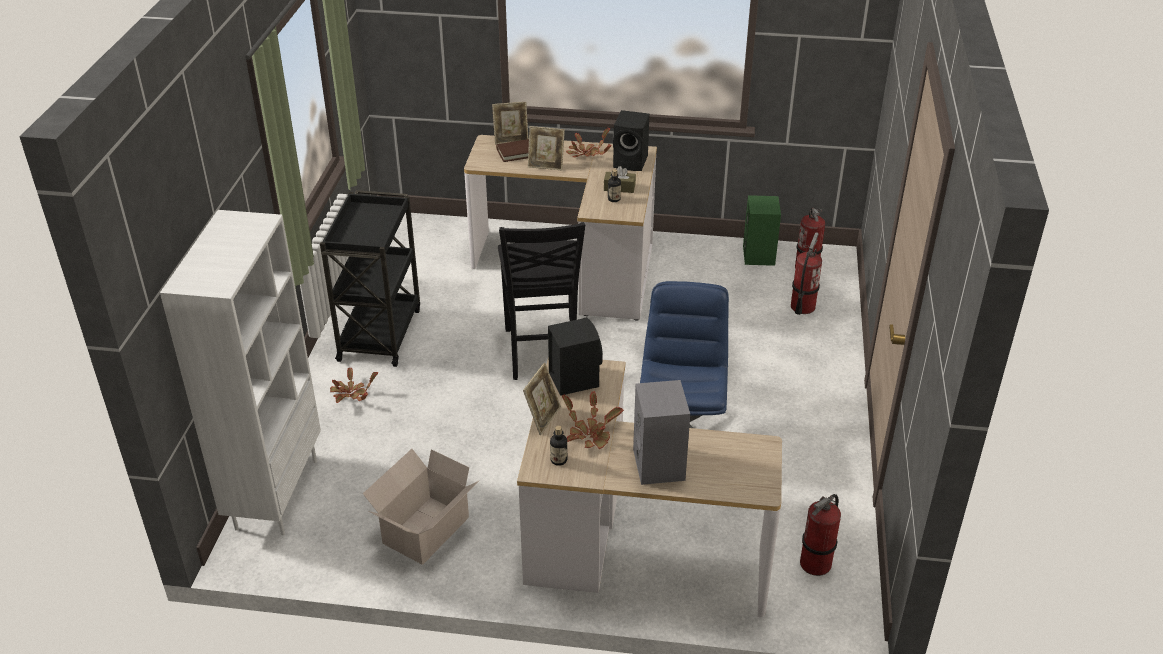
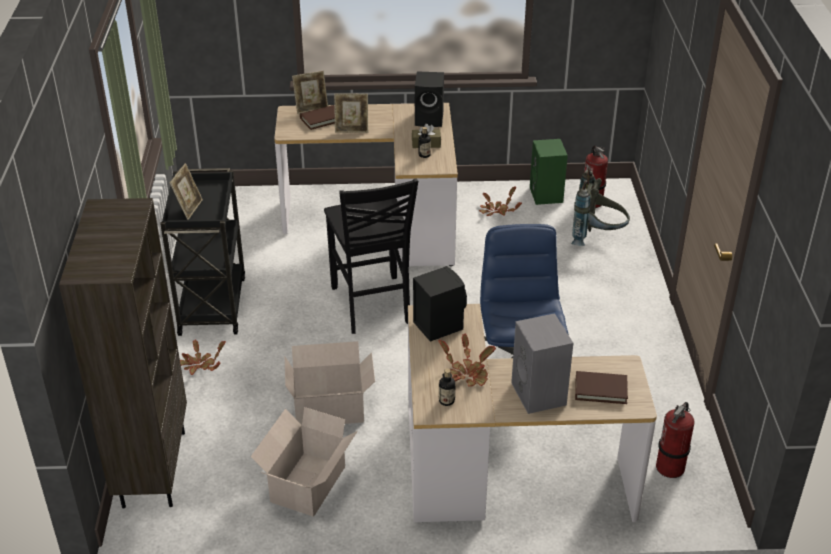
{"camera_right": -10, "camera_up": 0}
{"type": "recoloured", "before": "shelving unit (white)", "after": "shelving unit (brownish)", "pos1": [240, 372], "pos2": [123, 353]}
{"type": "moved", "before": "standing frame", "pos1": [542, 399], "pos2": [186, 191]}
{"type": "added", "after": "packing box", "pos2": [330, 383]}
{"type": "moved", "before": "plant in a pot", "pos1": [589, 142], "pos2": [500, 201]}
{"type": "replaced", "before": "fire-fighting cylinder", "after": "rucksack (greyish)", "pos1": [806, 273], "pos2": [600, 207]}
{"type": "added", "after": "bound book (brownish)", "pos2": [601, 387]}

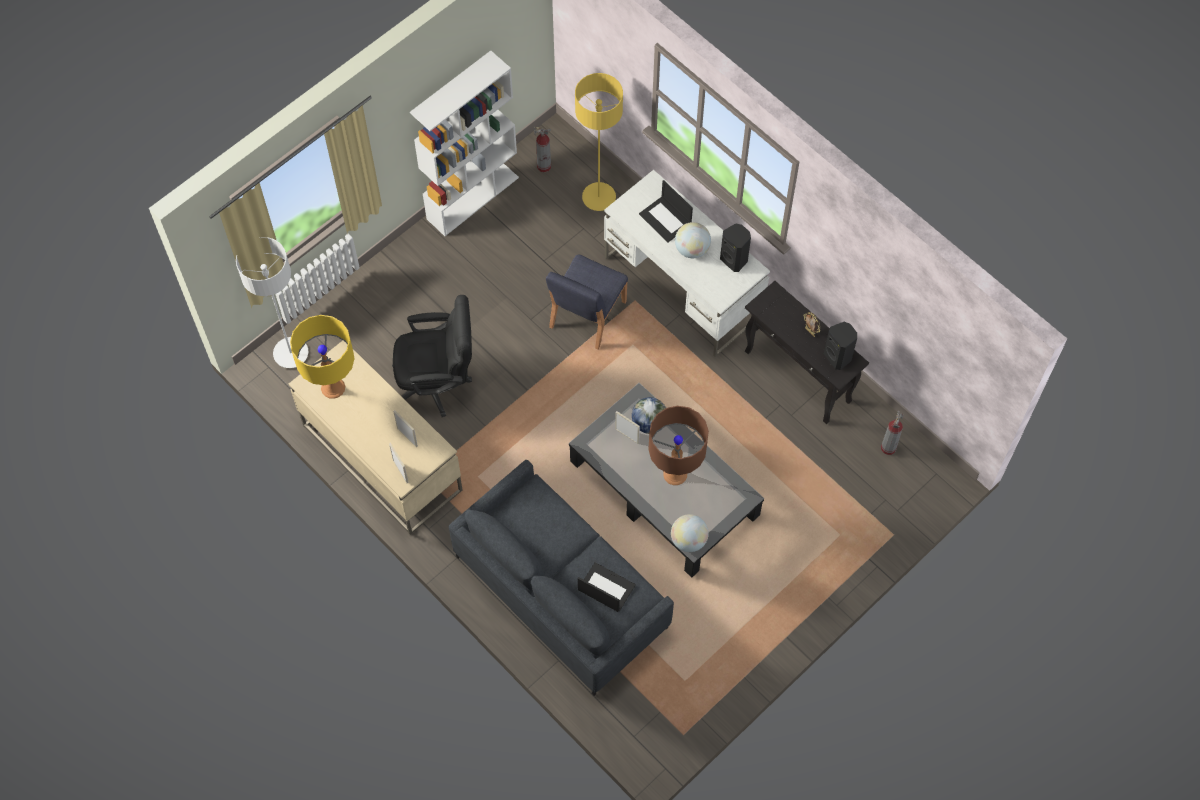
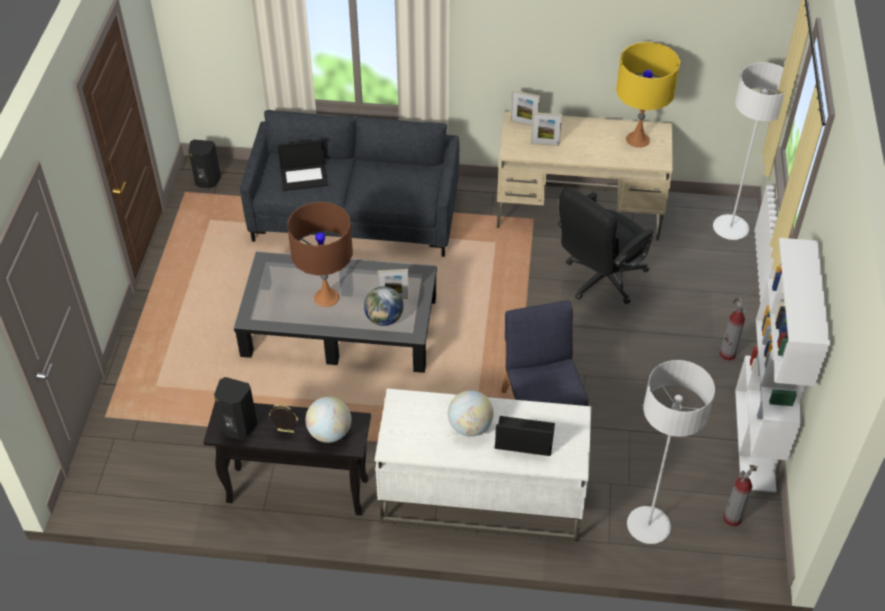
{"camera_right": 140, "camera_up": -15}
{"type": "moved", "before": "loudspeaker (black-coloured)", "pos1": [735, 247], "pos2": [205, 164]}
{"type": "moved", "before": "globe", "pos1": [690, 533], "pos2": [328, 420]}
{"type": "recoloured", "before": "standard lamp (yellow-coloured)", "after": "standard lamp (greyish)", "pos1": [599, 142], "pos2": [671, 452]}
{"type": "moved", "before": "fire-fighting cylinder", "pos1": [892, 433], "pos2": [733, 328]}

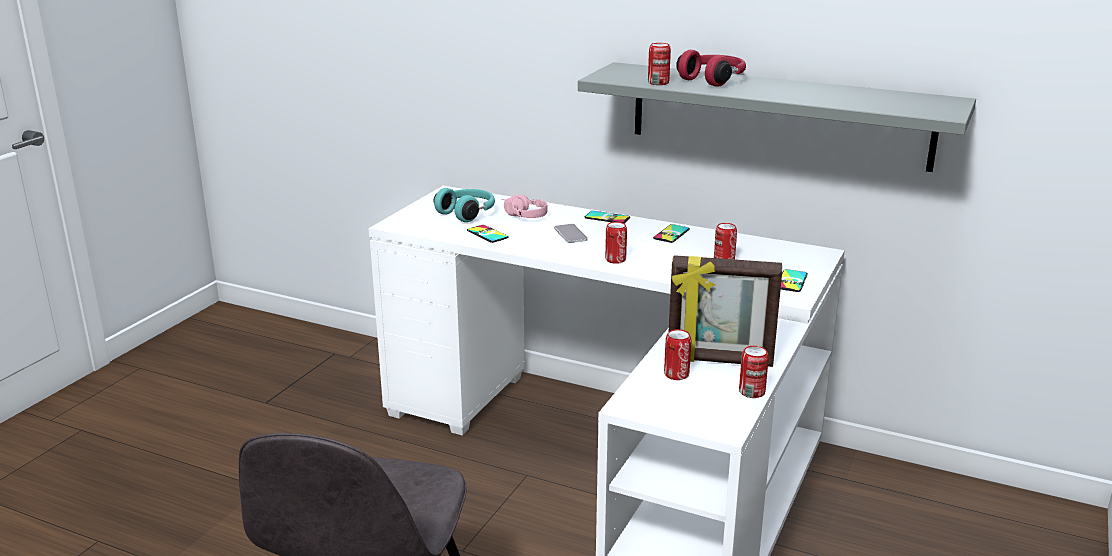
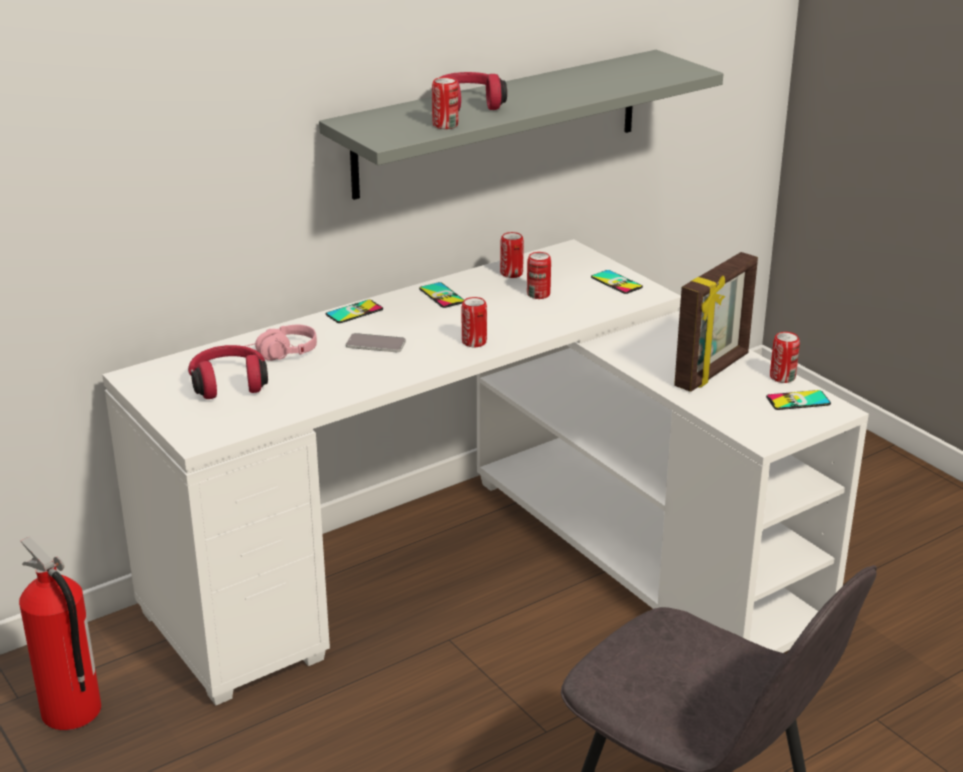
{"camera_right": -60, "camera_up": 5}
{"type": "added", "after": "fire-fighting cylinder", "pos2": [60, 633]}
{"type": "recoloured", "before": "headset (turquoise-coloured)", "after": "headset (red-coloured)", "pos1": [464, 205], "pos2": [228, 372]}
{"type": "moved", "before": "metal can", "pos1": [678, 354], "pos2": [512, 255]}
{"type": "moved", "before": "telephone", "pos1": [488, 234], "pos2": [798, 400]}

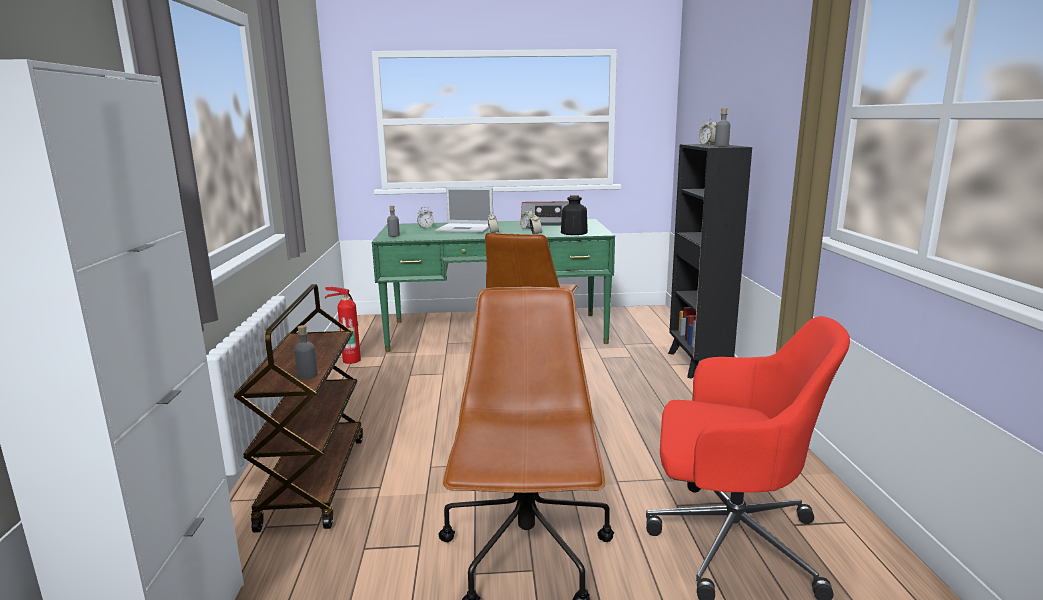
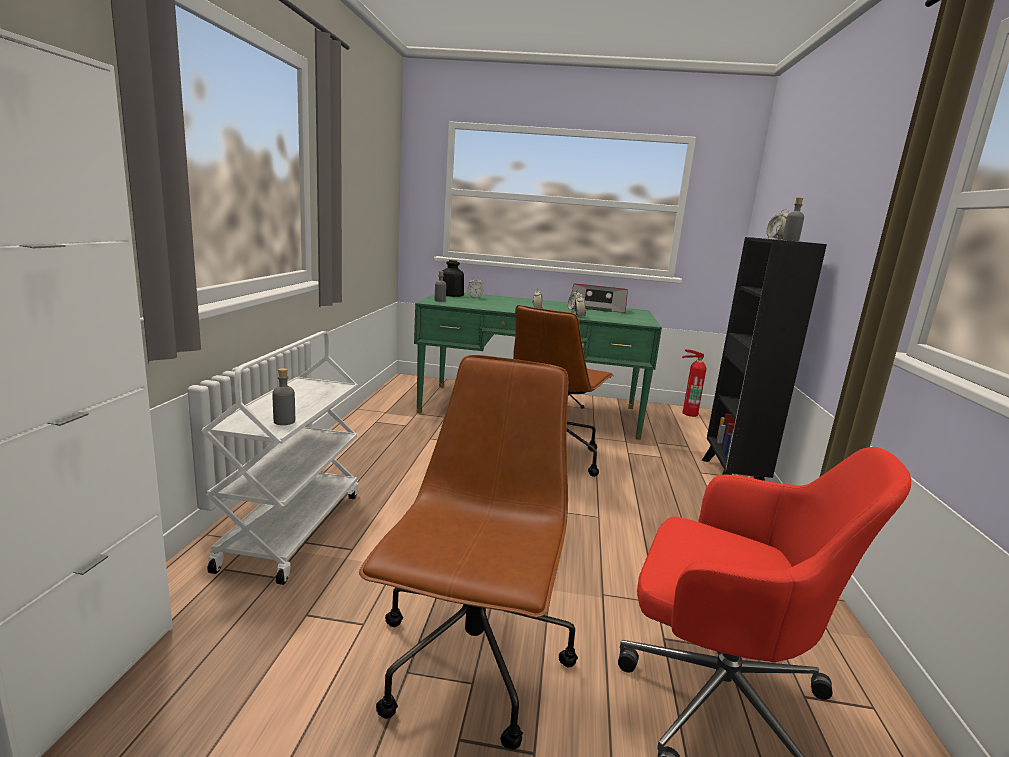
{"camera_right": 10, "camera_up": 0}
{"type": "recoloured", "before": "wheeled cart (brownish)", "after": "wheeled cart (white)", "pos1": [298, 408], "pos2": [280, 458]}
{"type": "moved", "before": "beverage bottle", "pos1": [574, 215], "pos2": [453, 278]}
{"type": "moved", "before": "fire-fighting cylinder", "pos1": [343, 325], "pos2": [694, 383]}
{"type": "removed", "before": "portable computer", "pos1": [464, 210]}

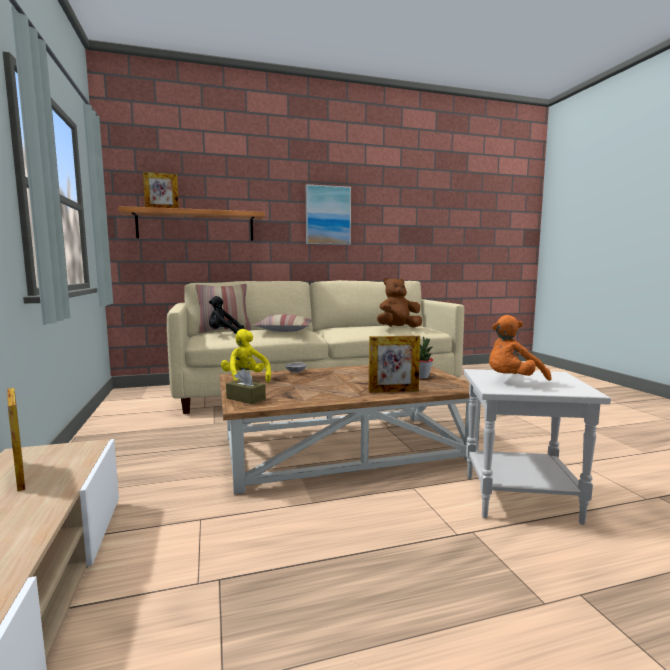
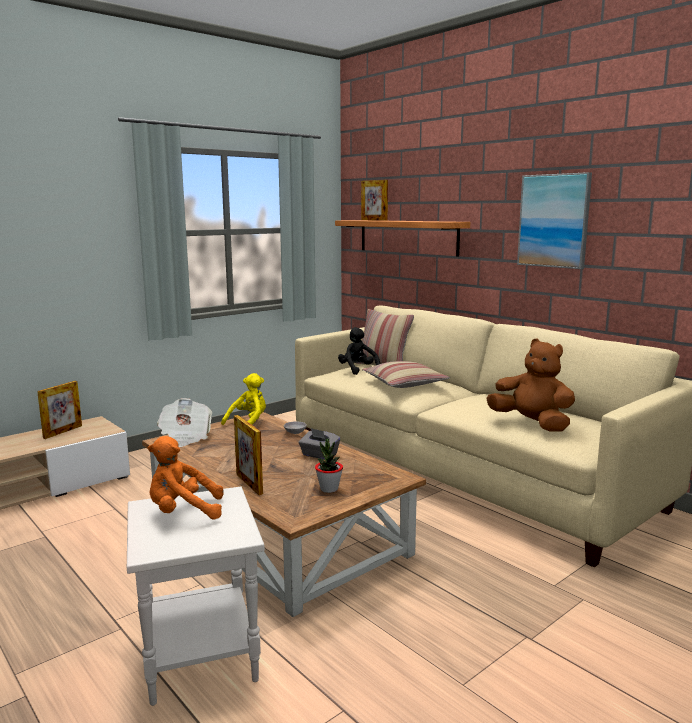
{"camera_right": 65, "camera_up": 5}
{"type": "turned", "before": "plush toy (orange-coloured)", "pos1": [520, 348], "pos2": [185, 478], "turn": -45}
{"type": "replaced", "before": "tissue box (brownish)", "after": "daily paper", "pos1": [246, 386], "pos2": [184, 422]}
{"type": "added", "after": "tissue box (greyish)", "pos2": [319, 444]}

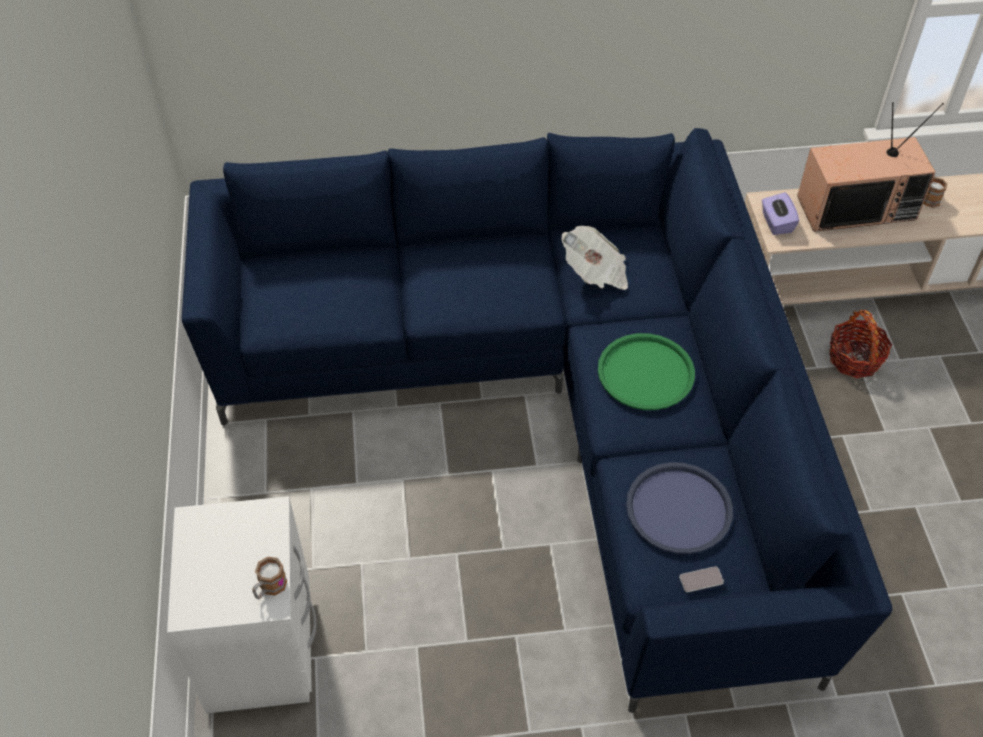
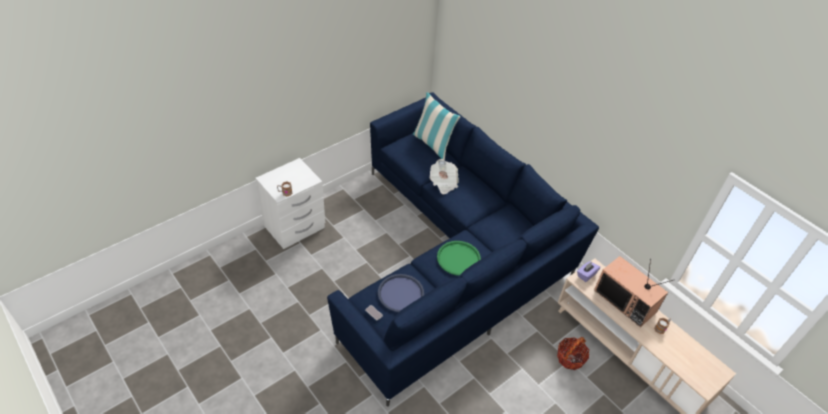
{"camera_right": 55, "camera_up": -5}
{"type": "added", "after": "throw pillow", "pos2": [436, 126]}
{"type": "moved", "before": "daily paper", "pos1": [594, 258], "pos2": [444, 177]}

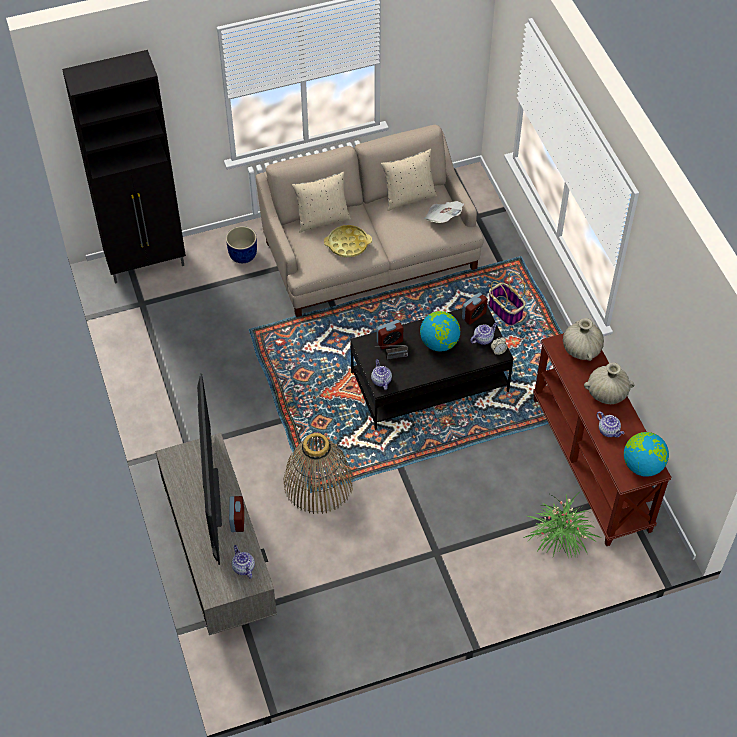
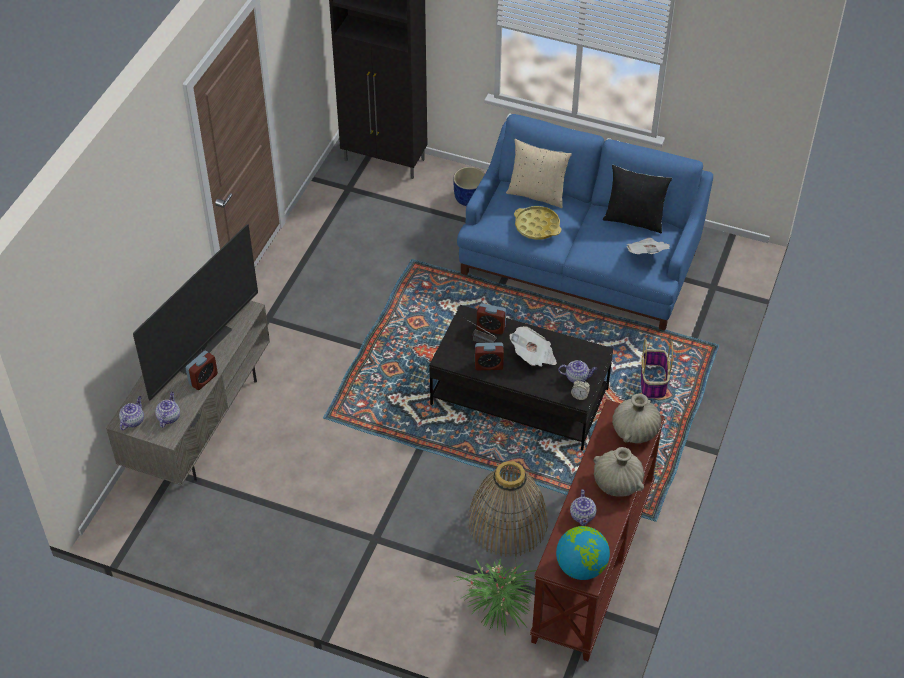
{"camera_right": 40, "camera_up": -5}
{"type": "moved", "before": "tea pot", "pos1": [381, 374], "pos2": [131, 413]}
{"type": "recoloured", "before": "sofa (beige-coloured)", "after": "sofa (blue)", "pos1": [370, 221], "pos2": [585, 222]}
{"type": "moved", "before": "basket", "pos1": [318, 473], "pos2": [508, 509]}
{"type": "moved", "before": "alarm clock", "pos1": [475, 308], "pos2": [489, 356]}
{"type": "replaced", "before": "globe", "after": "daily paper", "pos1": [440, 331], "pos2": [533, 346]}
{"type": "recoloured", "before": "throw pillow (beige-coloured)", "after": "throw pillow (black-coloured)", "pos1": [409, 180], "pos2": [637, 199]}

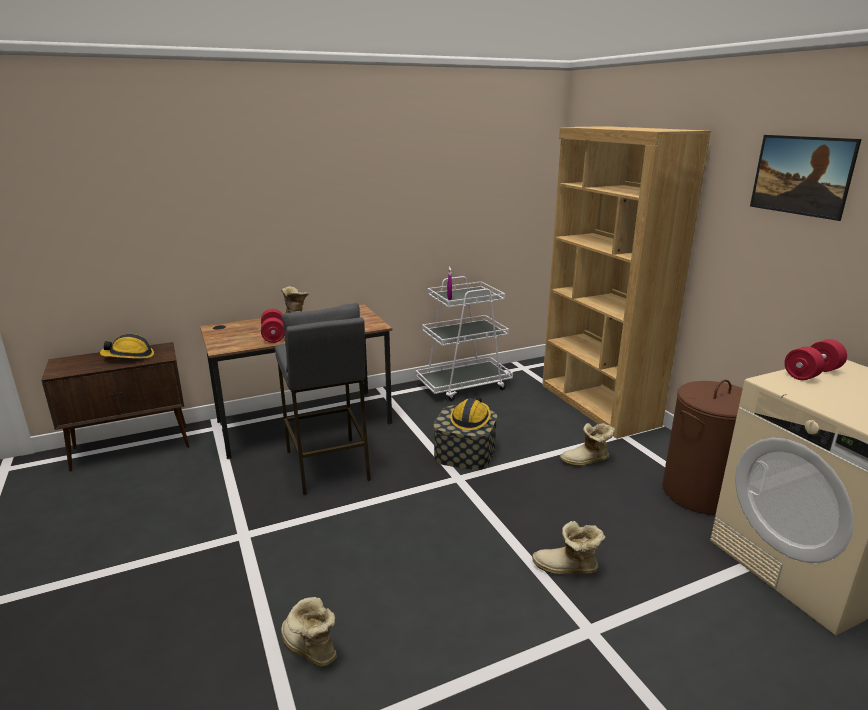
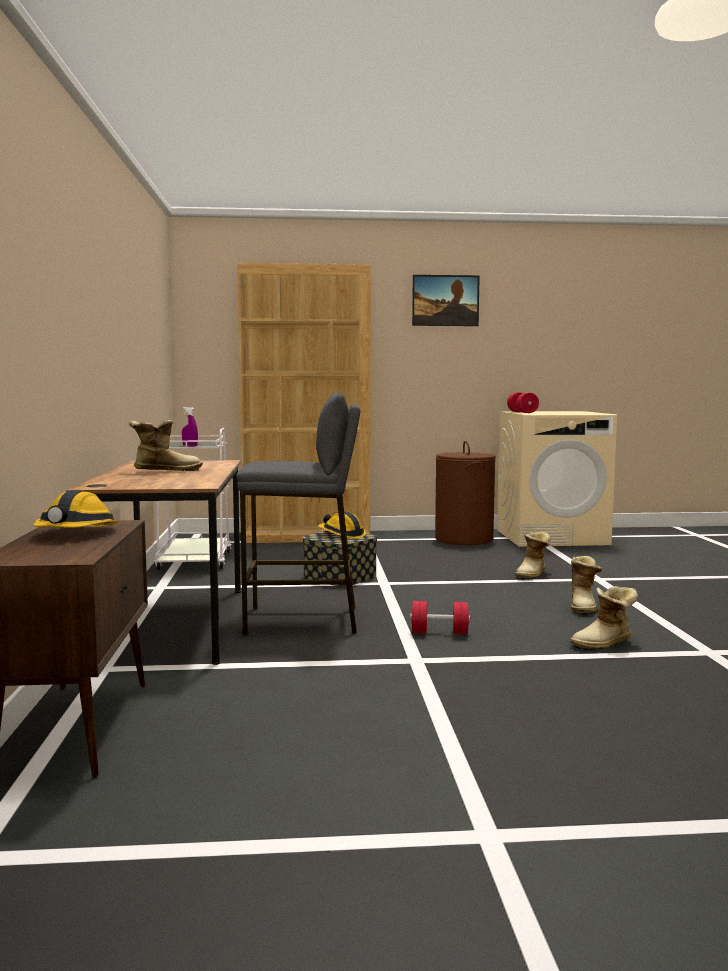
{"camera_right": -70, "camera_up": -15}
{"type": "moved", "before": "free weight (red-coloured)", "pos1": [273, 326], "pos2": [440, 618]}
{"type": "moved", "before": "high-top boot", "pos1": [587, 444], "pos2": [587, 585]}

